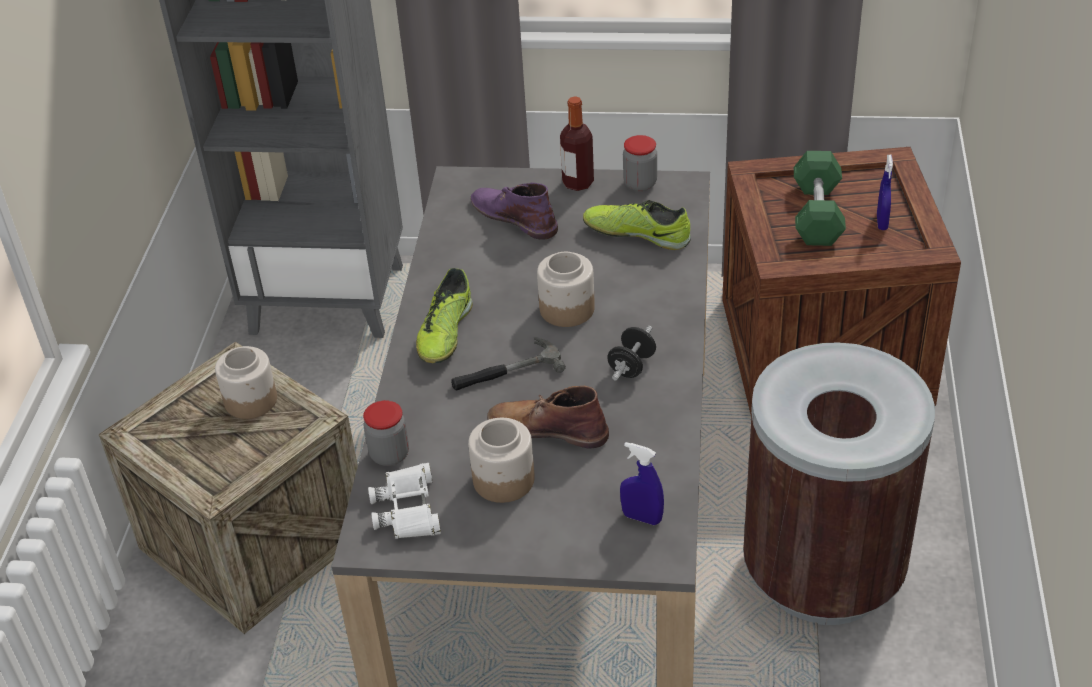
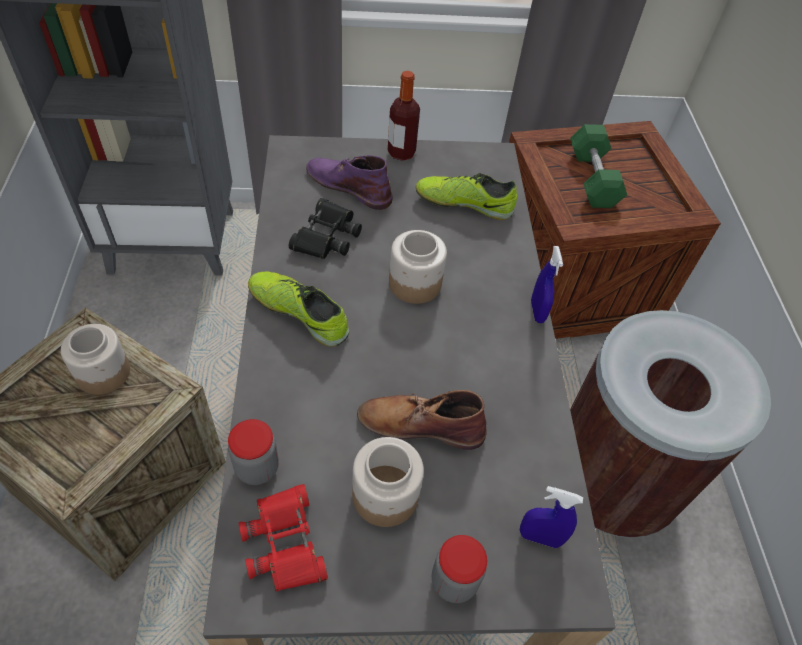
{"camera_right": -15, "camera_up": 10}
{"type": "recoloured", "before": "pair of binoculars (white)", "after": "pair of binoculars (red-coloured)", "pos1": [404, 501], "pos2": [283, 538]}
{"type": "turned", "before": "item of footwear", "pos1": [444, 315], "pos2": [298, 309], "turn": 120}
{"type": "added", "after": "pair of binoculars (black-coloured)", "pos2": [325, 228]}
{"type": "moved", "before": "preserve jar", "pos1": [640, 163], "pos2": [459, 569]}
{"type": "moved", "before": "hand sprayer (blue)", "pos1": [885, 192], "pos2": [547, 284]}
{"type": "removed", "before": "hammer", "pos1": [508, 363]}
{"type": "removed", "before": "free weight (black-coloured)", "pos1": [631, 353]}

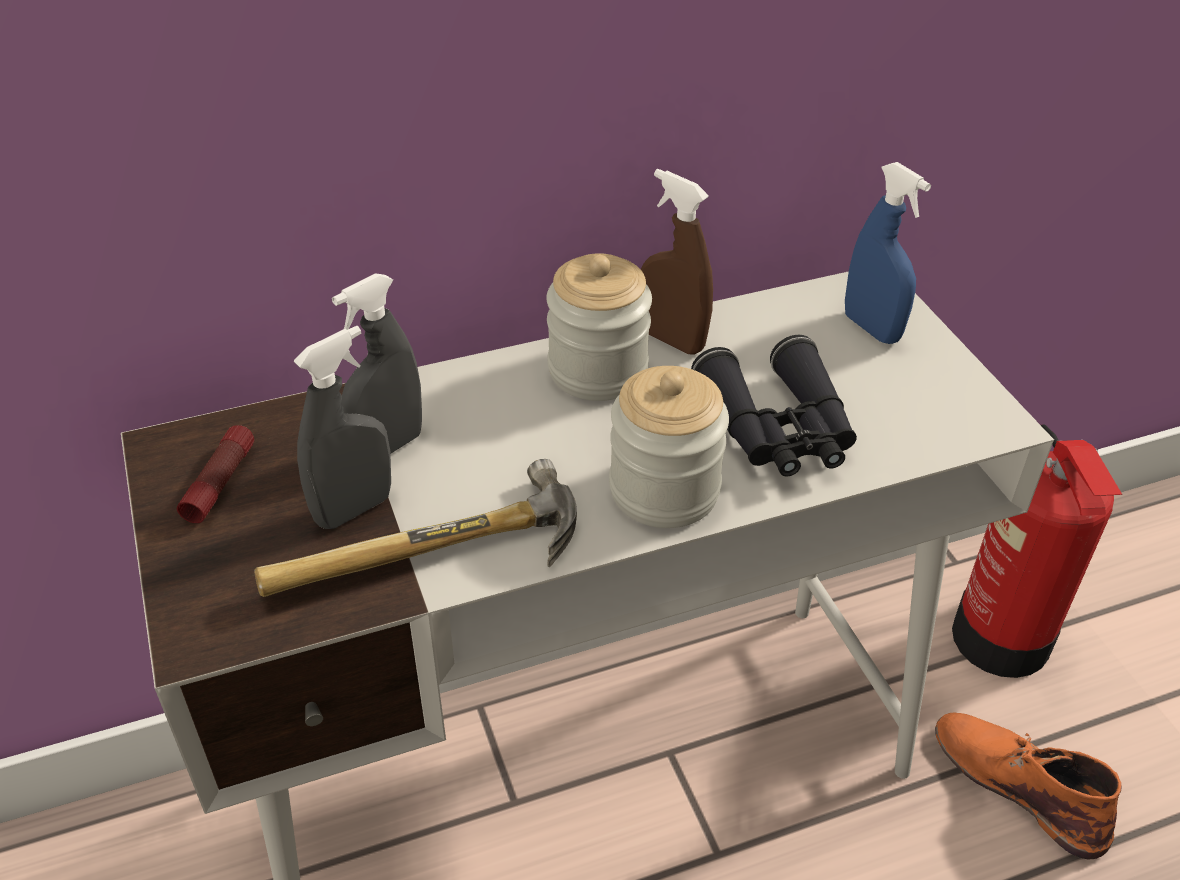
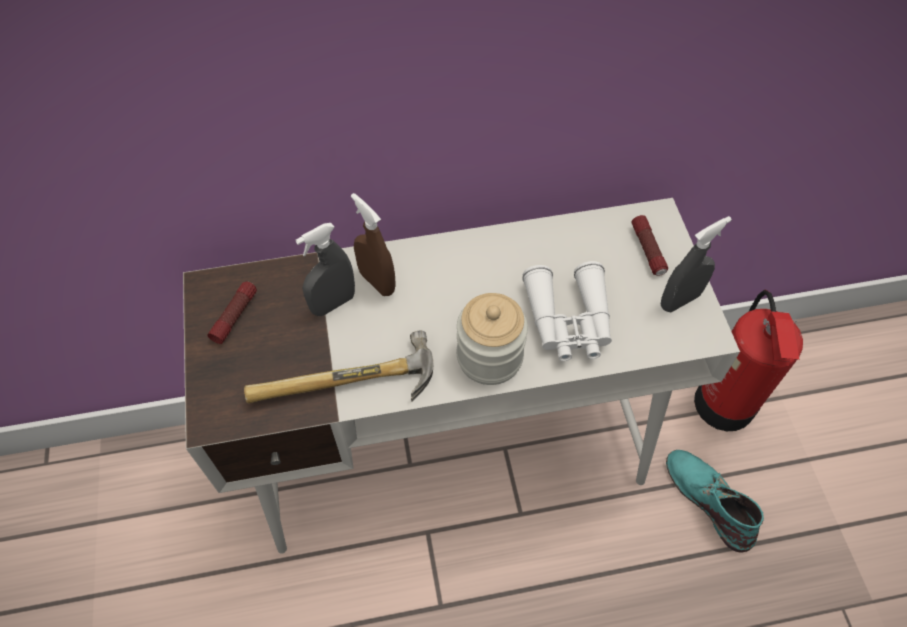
{"camera_right": 10, "camera_up": 15}
{"type": "moved", "before": "hand sprayer (brownish)", "pos1": [677, 262], "pos2": [373, 244]}
{"type": "recoloured", "before": "pair of binoculars (black-coloured)", "after": "pair of binoculars (white)", "pos1": [774, 406], "pos2": [567, 311]}
{"type": "replaced", "before": "hand sprayer (blue)", "after": "flashlight", "pos1": [888, 253], "pos2": [649, 245]}
{"type": "moved", "before": "hand sprayer (greyish)", "pos1": [342, 427], "pos2": [696, 264]}
{"type": "recoloured", "before": "high-top boot (orange-coloured)", "after": "high-top boot (turquoise-coloured)", "pos1": [1028, 786], "pos2": [715, 501]}
{"type": "removed", "before": "preserve jar", "pos1": [599, 327]}

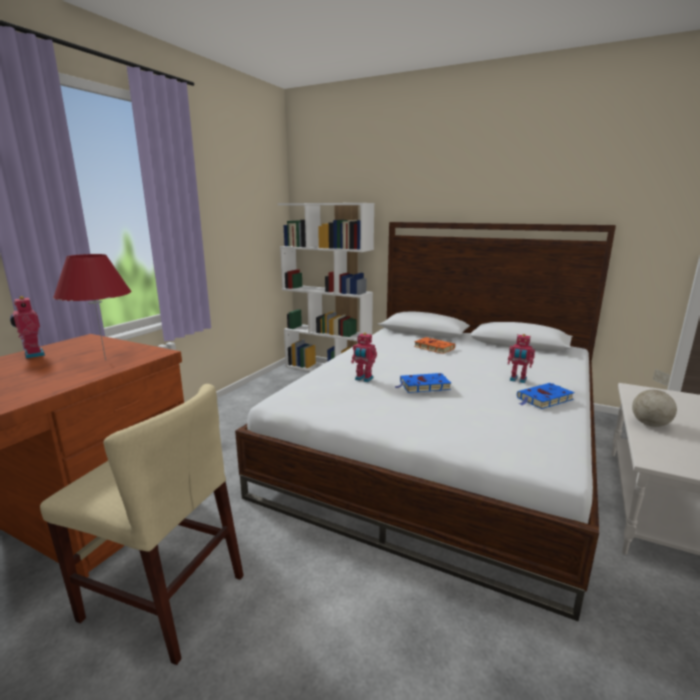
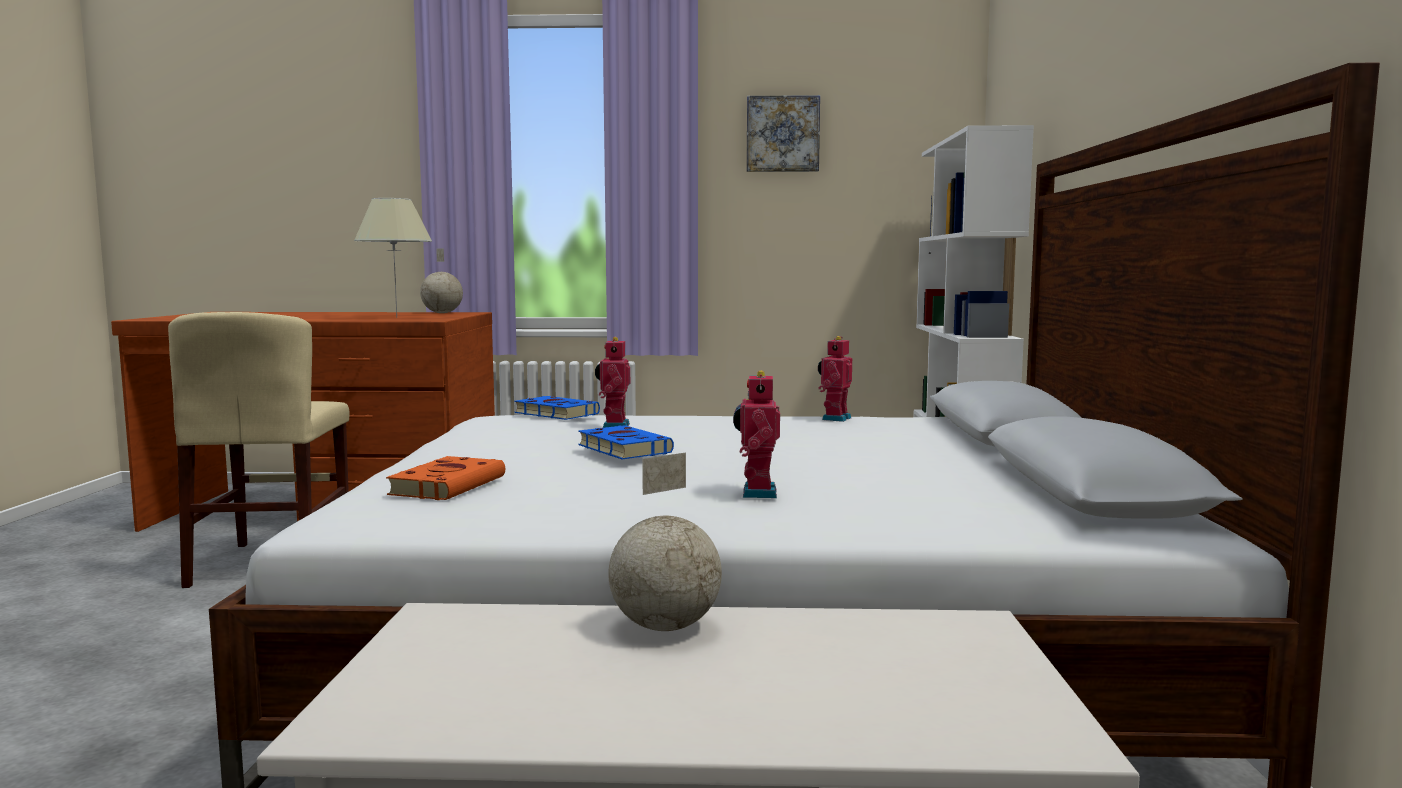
{"camera_right": 65, "camera_up": -10}
{"type": "recoloured", "before": "tabletop lamp (red-coloured)", "after": "tabletop lamp (beige-coloured)", "pos1": [92, 307], "pos2": [393, 258]}
{"type": "moved", "before": "bound book (orange-coloured)", "pos1": [434, 345], "pos2": [445, 478]}
{"type": "added", "after": "globe", "pos2": [441, 280]}
{"type": "moved", "before": "bound book (blue)", "pos1": [546, 396], "pos2": [557, 408]}
{"type": "added", "after": "wall picture", "pos2": [783, 133]}
{"type": "moved", "before": "robot figure", "pos1": [27, 327], "pos2": [835, 379]}

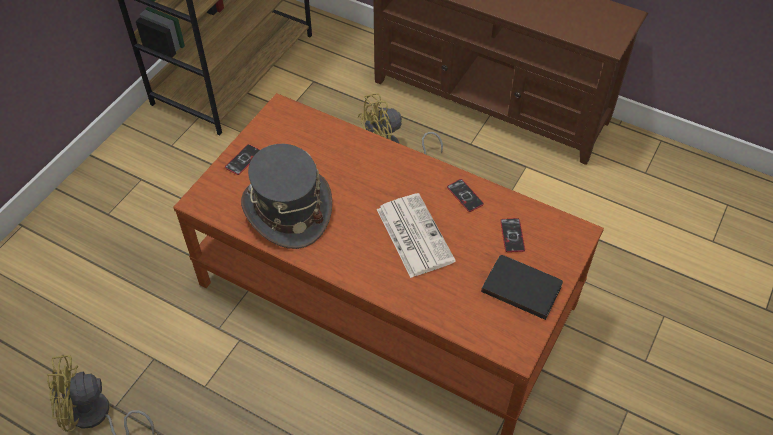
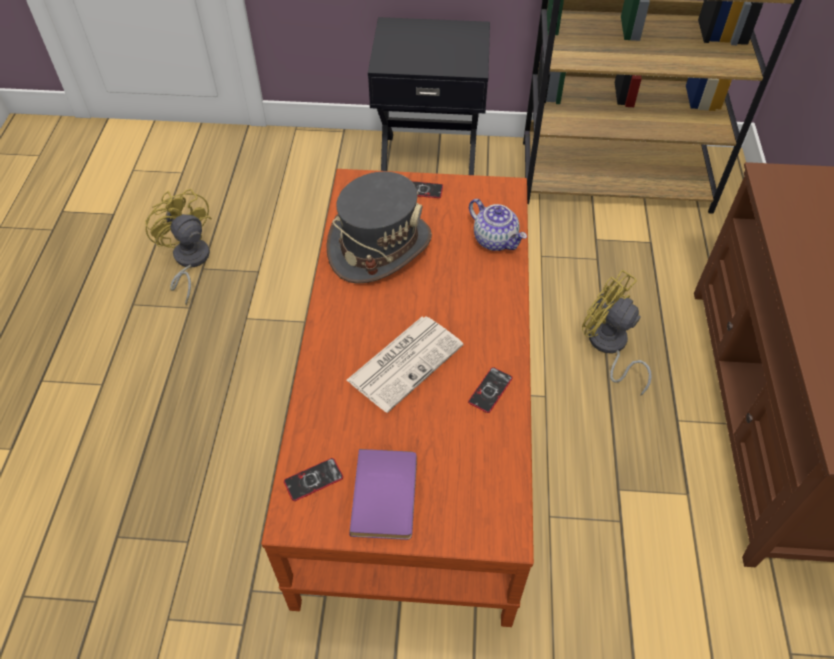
{"camera_right": 65, "camera_up": 0}
{"type": "moved", "before": "telephone", "pos1": [512, 235], "pos2": [313, 479]}
{"type": "recoloured", "before": "bound book (black-coloured)", "after": "bound book (purple)", "pos1": [522, 287], "pos2": [383, 494]}
{"type": "added", "after": "nightstand (black-coloured)", "pos2": [429, 96]}
{"type": "added", "after": "tea pot", "pos2": [498, 225]}

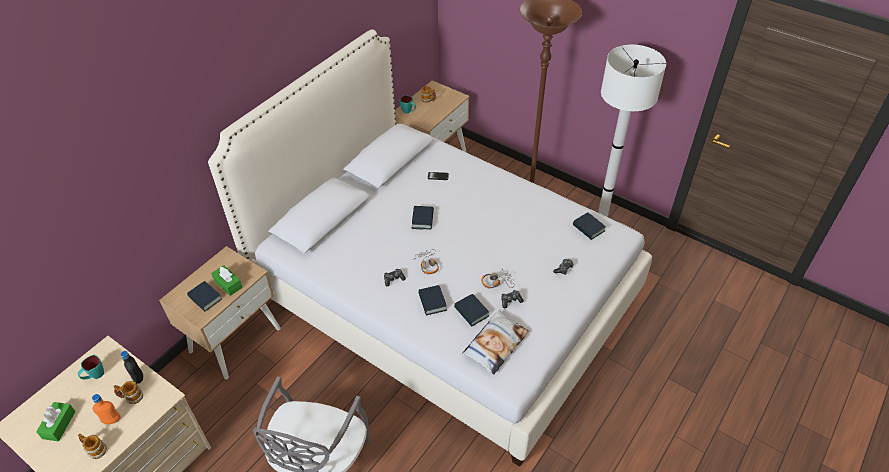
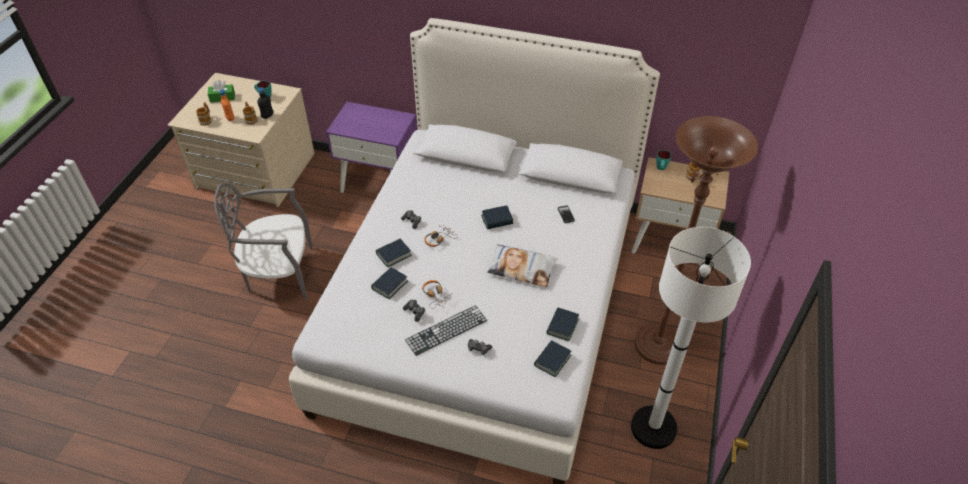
{"camera_right": 70, "camera_up": 0}
{"type": "recoloured", "before": "nightstand (beige-coloured)", "after": "nightstand (purple)", "pos1": [220, 312], "pos2": [371, 147]}
{"type": "added", "after": "PC keyboard", "pos2": [446, 330]}
{"type": "moved", "before": "throw pillow", "pos1": [495, 342], "pos2": [522, 265]}
{"type": "moved", "before": "bound book", "pos1": [204, 296], "pos2": [563, 324]}
{"type": "removed", "before": "tissue box (green)", "pos1": [227, 280]}

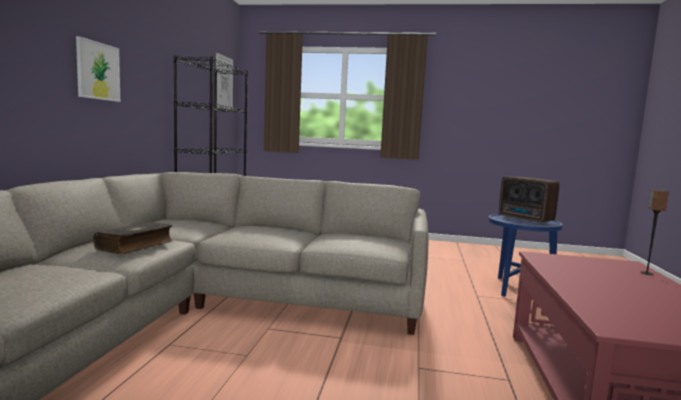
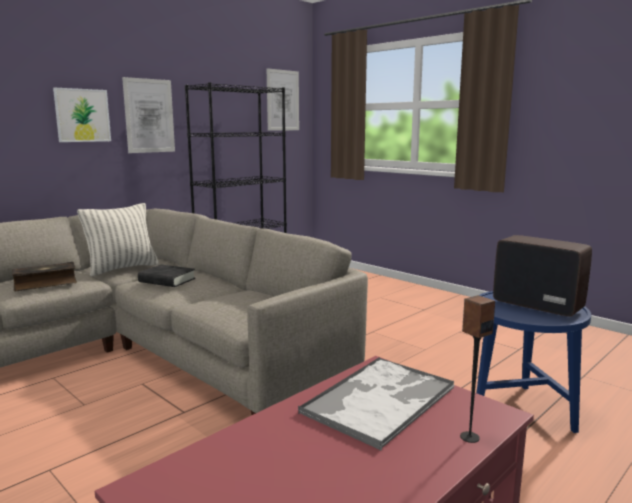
{"camera_right": 35, "camera_up": 5}
{"type": "added", "after": "throw pillow", "pos2": [118, 239]}
{"type": "added", "after": "wall picture", "pos2": [148, 115]}
{"type": "added", "after": "bound book (black-coloured)", "pos2": [166, 275]}
{"type": "added", "after": "carrying tray", "pos2": [376, 404]}
{"type": "turned", "before": "radio receiver", "pos1": [529, 200], "pos2": [542, 275], "turn": 135}

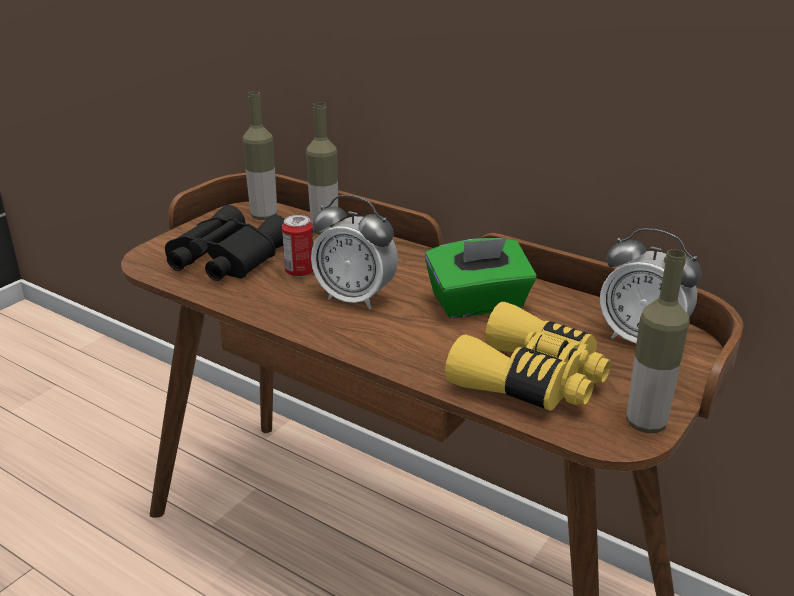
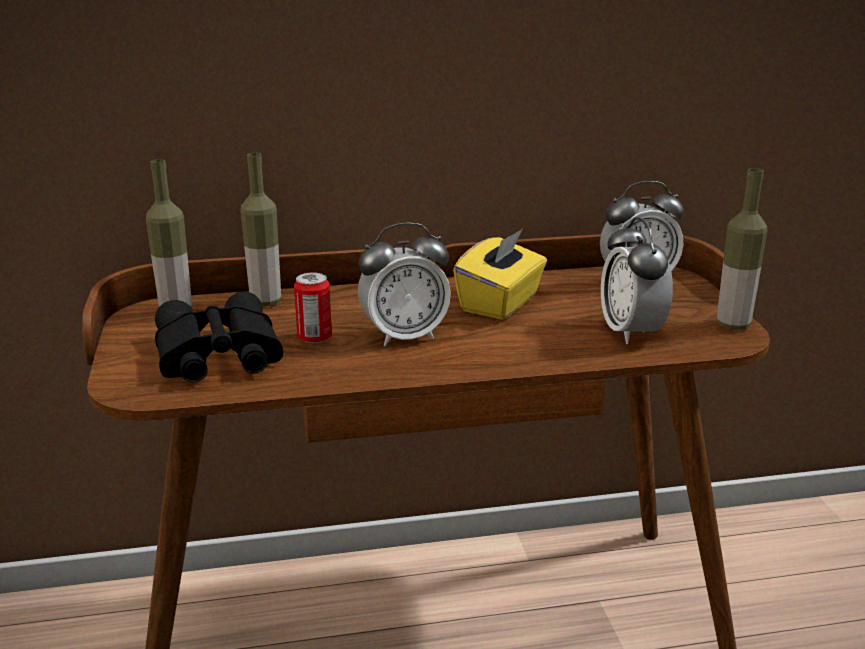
{"camera_right": -45, "camera_up": -5}
{"type": "recoloured", "before": "tissue box (green)", "after": "tissue box (yellow-coloured)", "pos1": [481, 278], "pos2": [500, 274]}
{"type": "replaced", "before": "pair of binoculars (yellow-coloured)", "after": "alarm clock", "pos1": [528, 356], "pos2": [637, 280]}

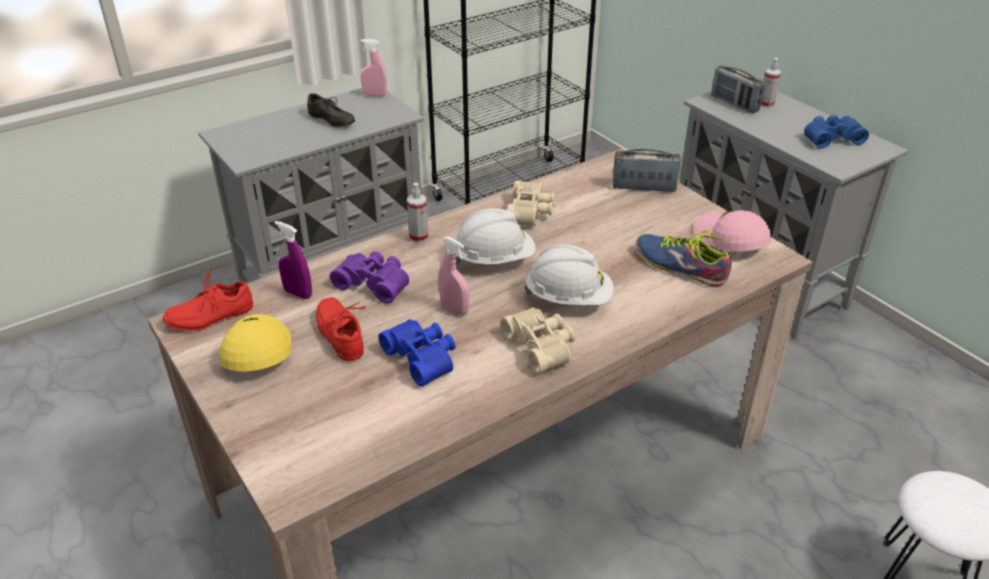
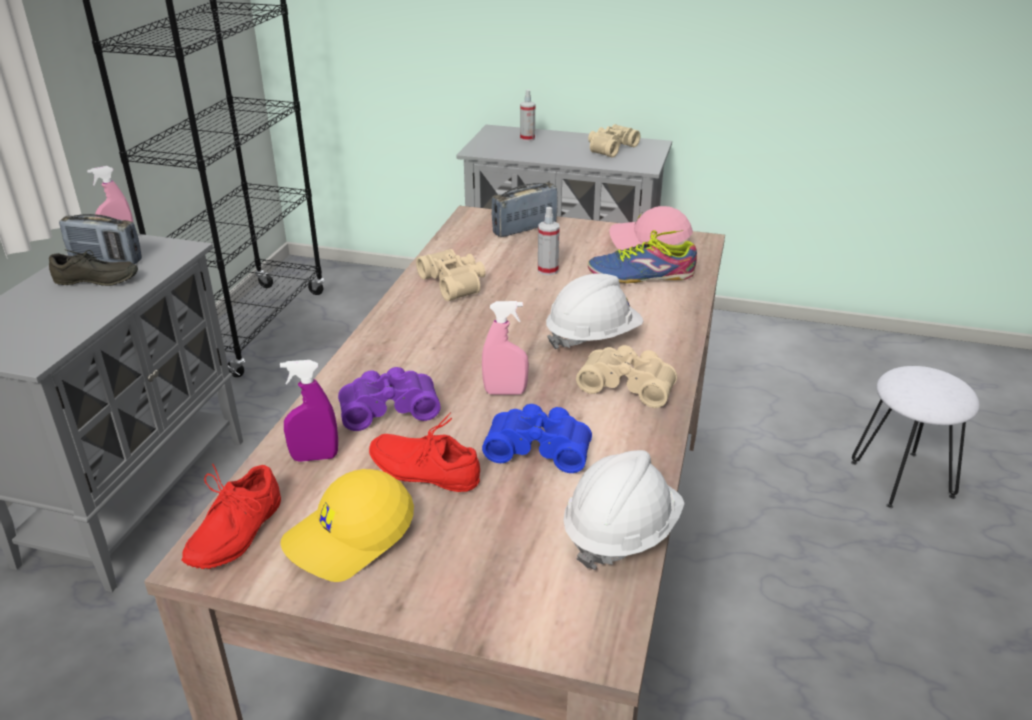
{"camera_right": -40, "camera_up": -5}
{"type": "moved", "before": "radio receiver", "pos1": [738, 89], "pos2": [100, 239]}
{"type": "turned", "before": "cap (yellow-coloured)", "pos1": [255, 342], "pos2": [347, 525], "turn": -75}
{"type": "moved", "before": "hand sprayer", "pos1": [418, 212], "pos2": [549, 241]}
{"type": "moved", "before": "work helmet (white)", "pos1": [495, 237], "pos2": [624, 510]}
{"type": "recoloured", "before": "pair of binoculars (blue)", "after": "pair of binoculars (beige-coloured)", "pos1": [836, 131], "pos2": [614, 141]}

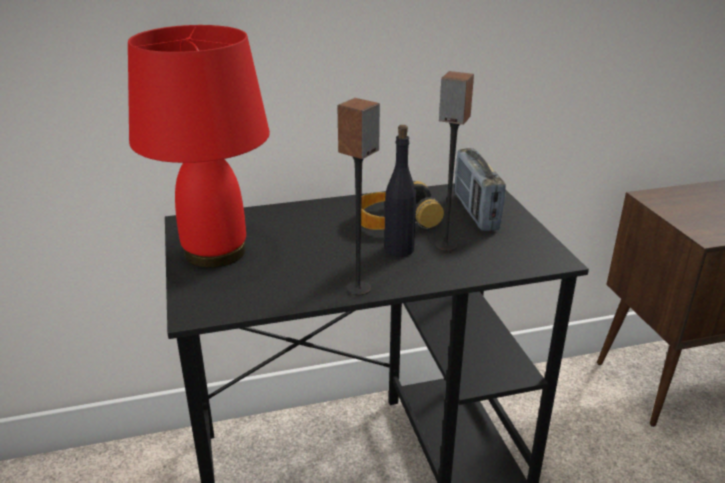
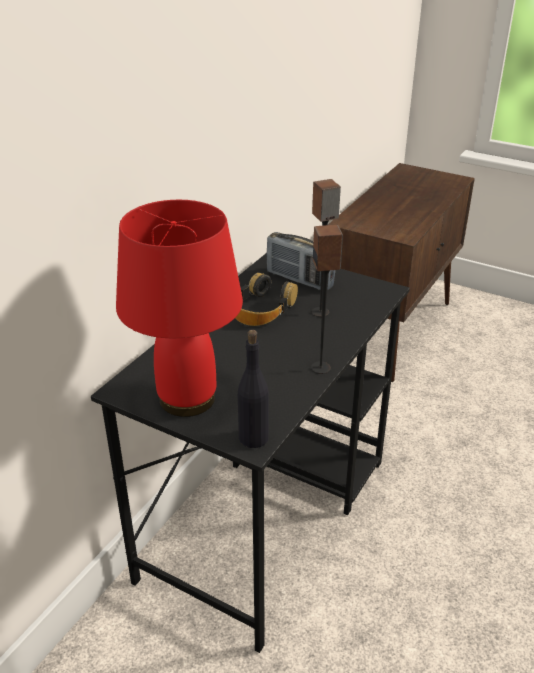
{"camera_right": -45, "camera_up": 5}
{"type": "moved", "before": "beverage bottle (black-coloured)", "pos1": [400, 191], "pos2": [253, 389]}

